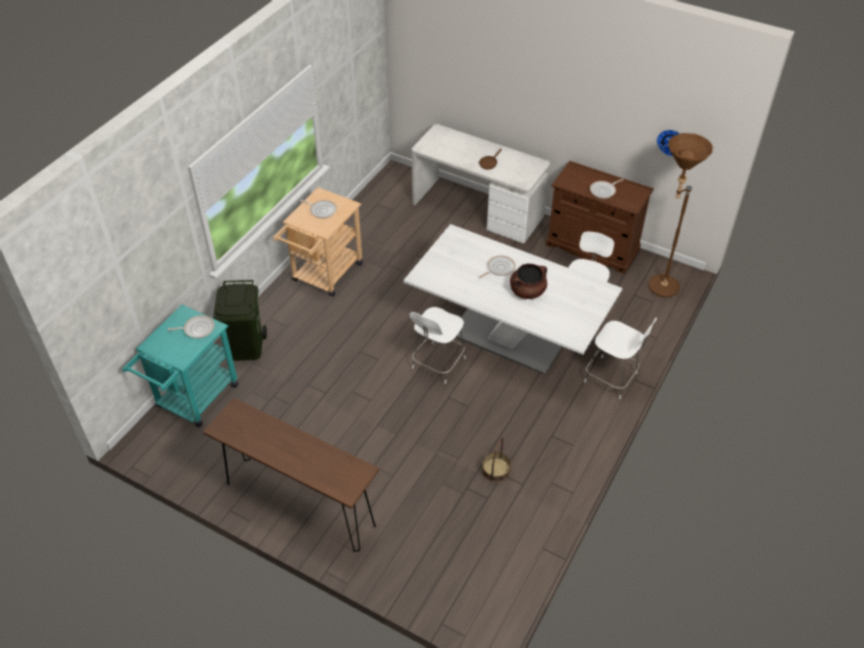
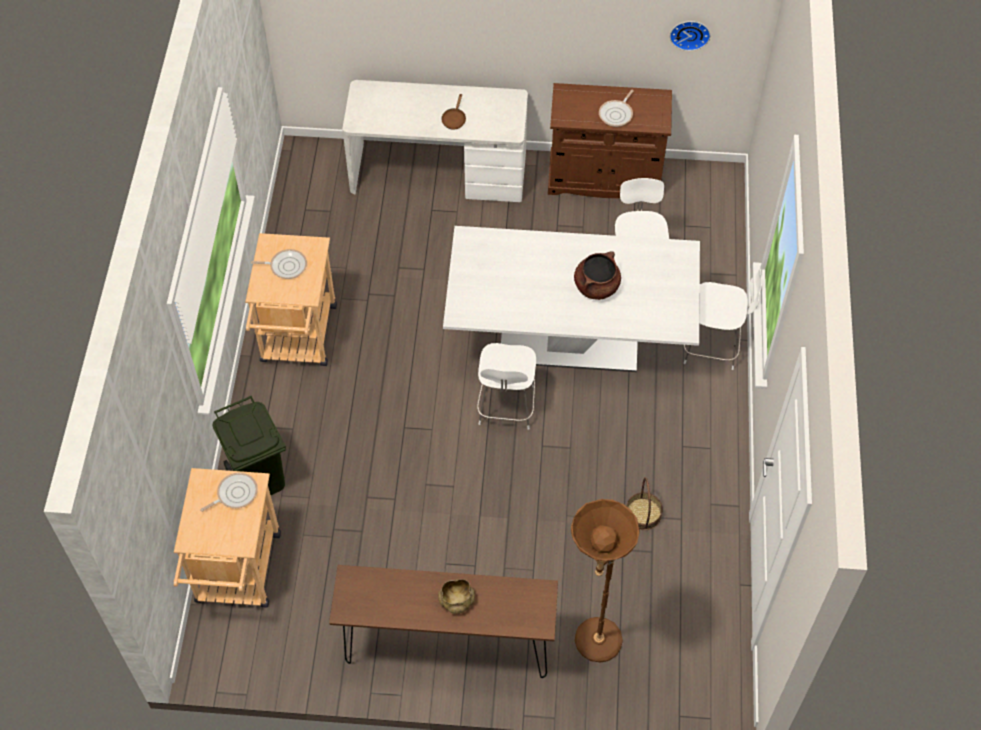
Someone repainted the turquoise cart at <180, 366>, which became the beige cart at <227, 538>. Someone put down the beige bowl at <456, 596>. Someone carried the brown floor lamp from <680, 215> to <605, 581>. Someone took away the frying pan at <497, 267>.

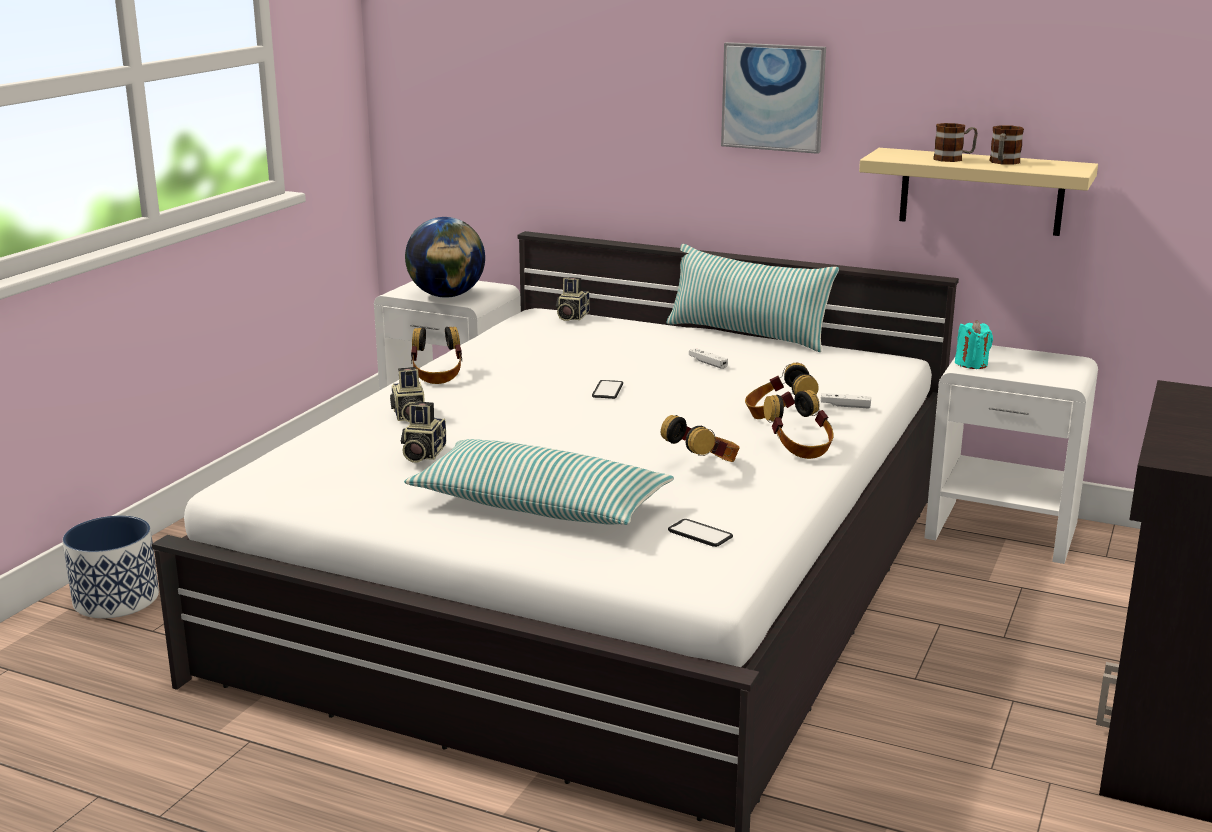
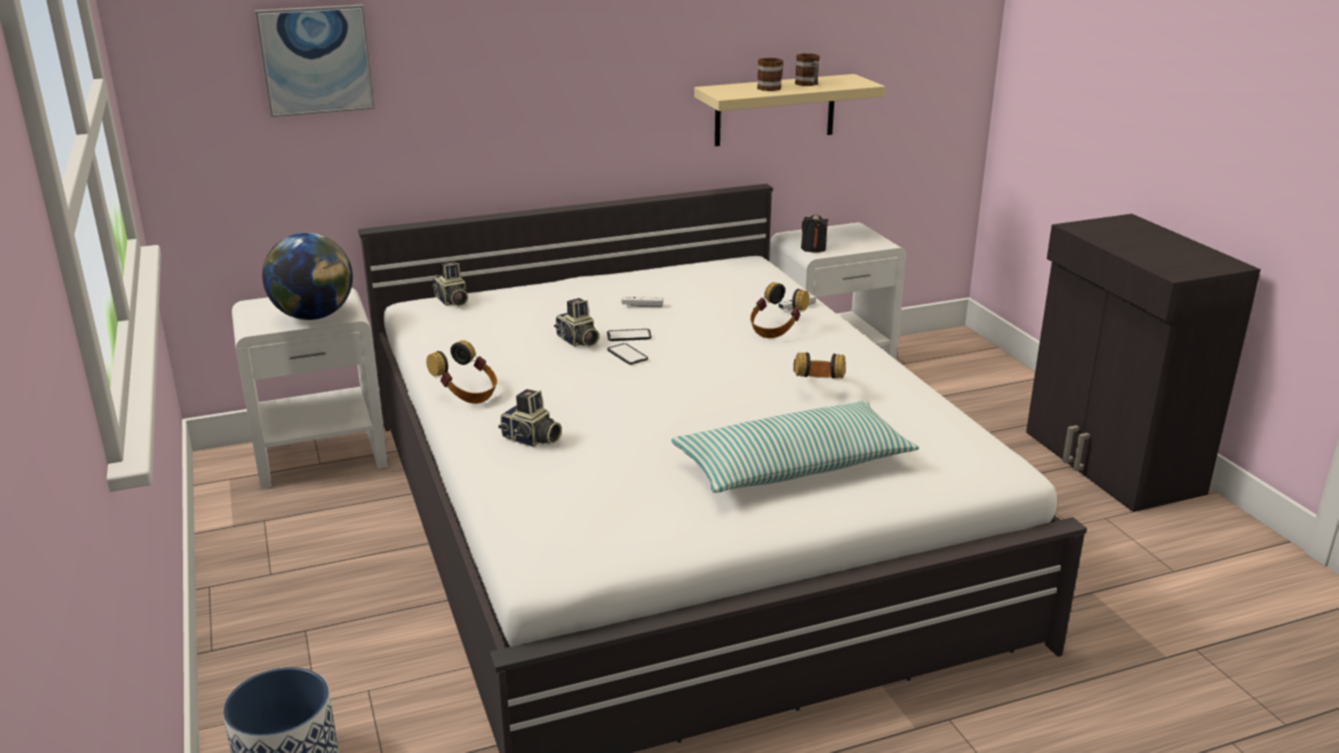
Someone carried the picture from <773, 98> to <315, 61>. Someone carried the photo camera from <423, 432> to <577, 322>. Someone carried the phone from <700, 533> to <629, 335>. Someone repainted the turquoise candle at <974, 344>, which became the black candle at <814, 233>. Someone took away the pillow at <752, 298>. Someone took away the headphones at <798, 424>.

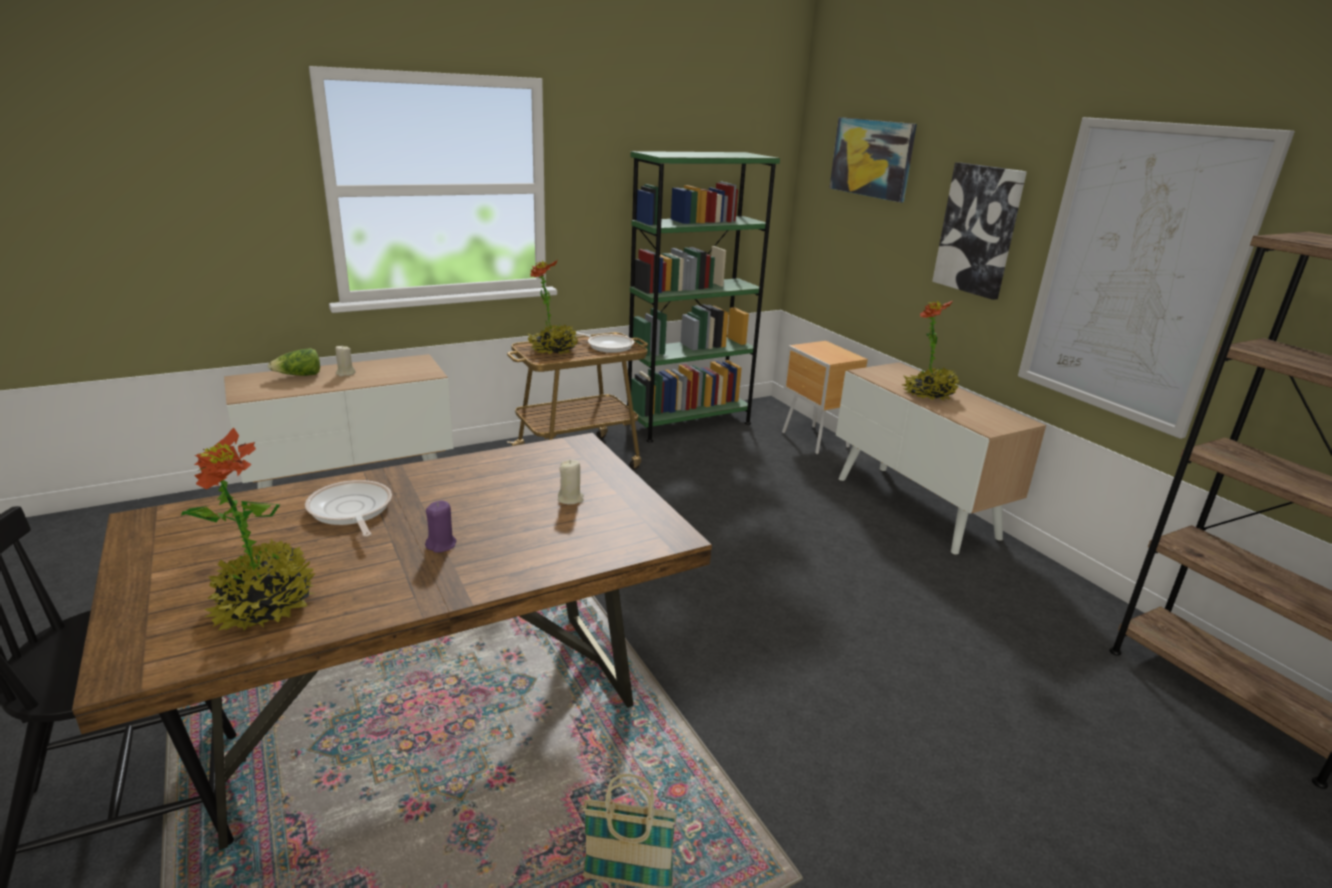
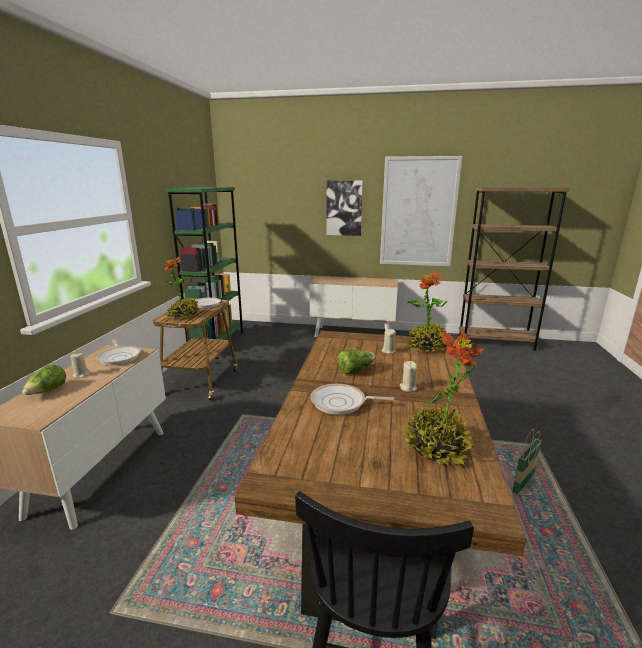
Someone put down the frying pan at <118, 352>. Someone put down the lettuce at <356, 361>. Someone repainted the purple candle at <440, 526>, which became the beige candle at <408, 376>. Someone carried the potted plant from <931, 350> to <426, 311>. Someone took away the brown nightstand at <825, 397>. Someone took away the picture at <873, 159>.

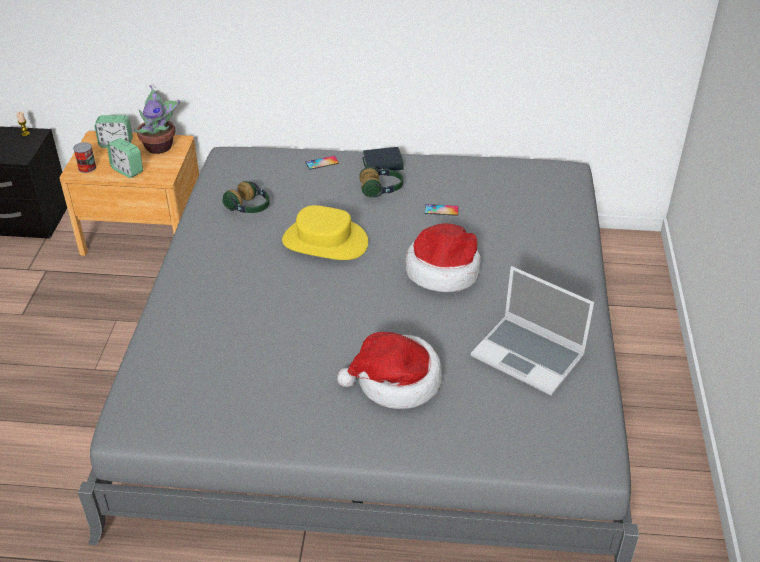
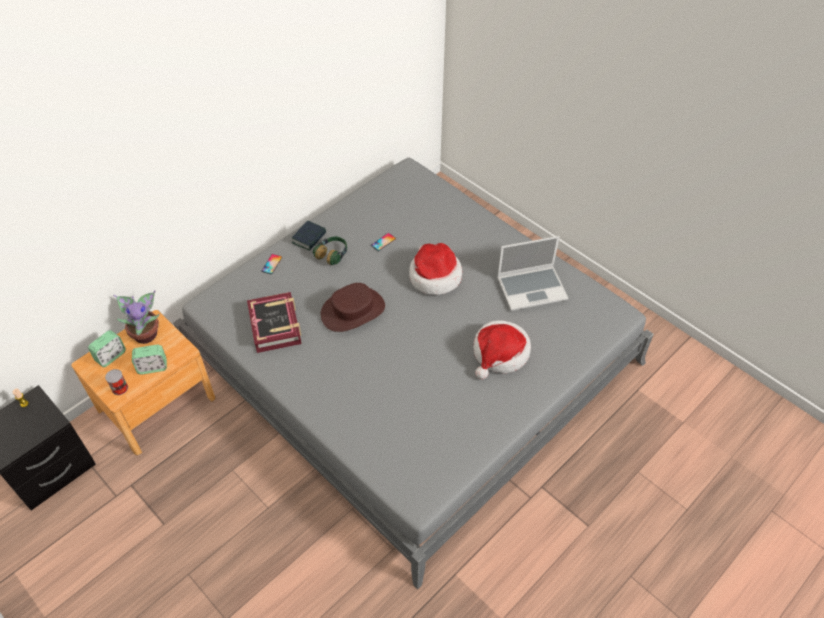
Someone swapped the headphones at <245, 197> for the book at <274, 322>. Someone repainted the yellow hat at <325, 232>, which became the brown hat at <353, 307>.

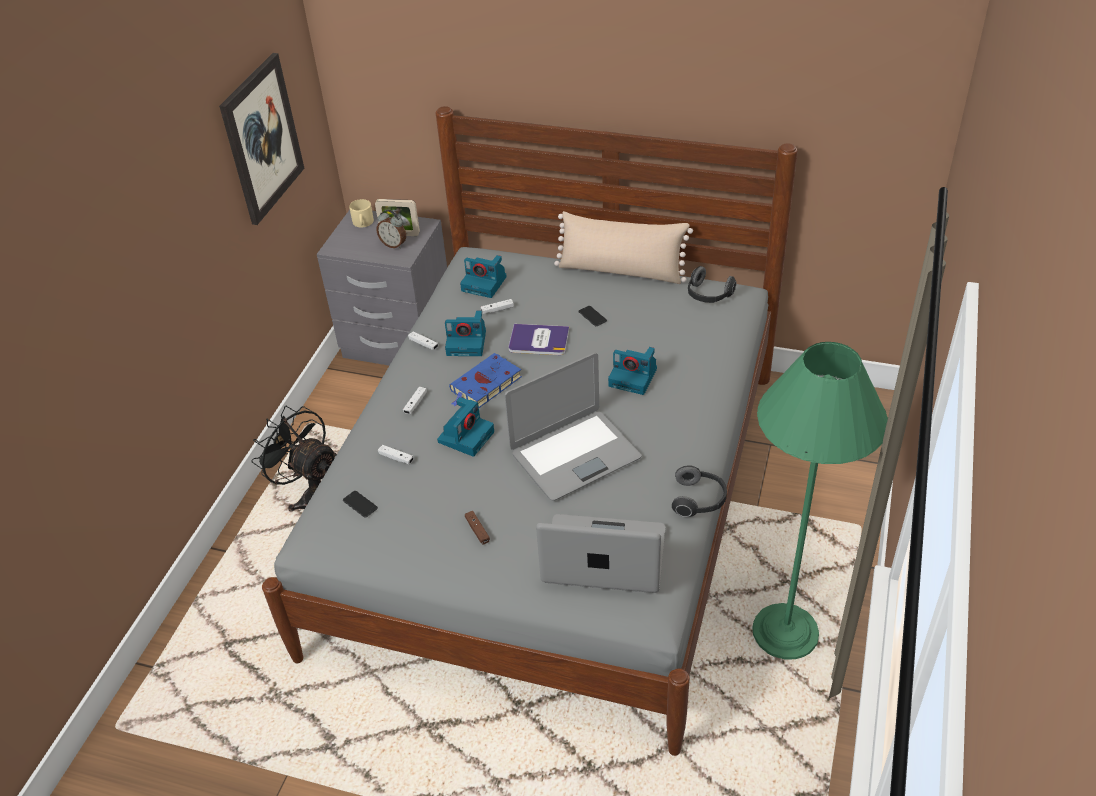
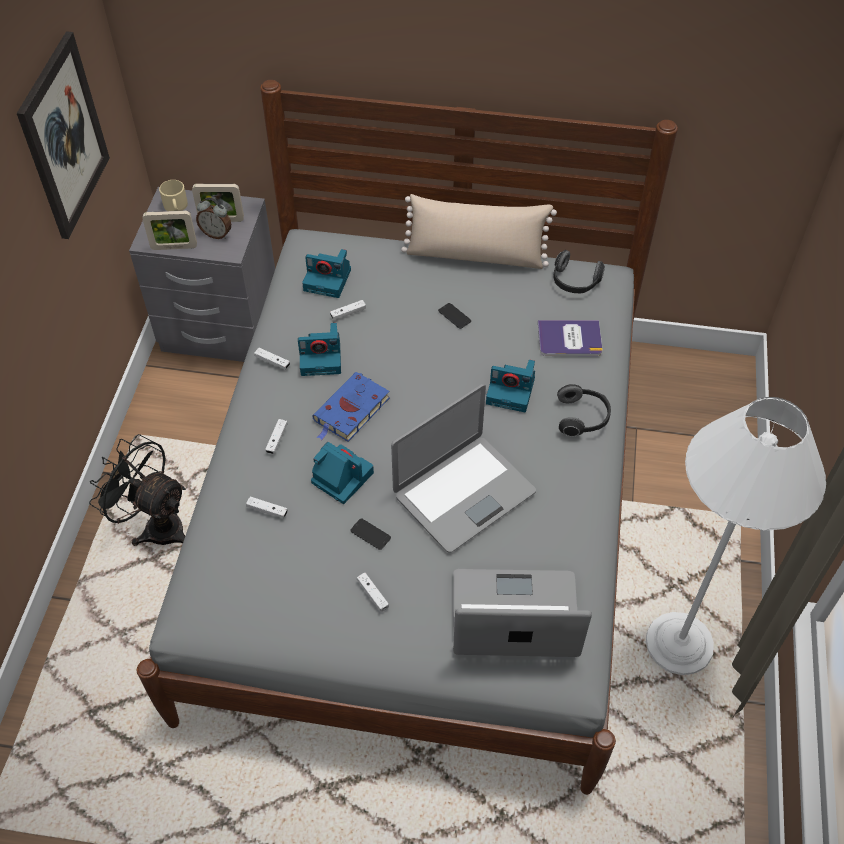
Someone put down the picture frame at <169, 230>. Someone rotated the photo camera at <465, 427> by 75 degrees counterclockwise. Someone carried the phone from <360, 504> to <370, 534>. Someone repainted the brown game controller at <477, 527>, which became the white game controller at <373, 592>. Someone carried the book from <539, 339> to <570, 338>. Someone carried the headphones from <699, 491> to <584, 410>. Someone repainted the green floor lamp at <820, 500>, which became the white floor lamp at <736, 536>.

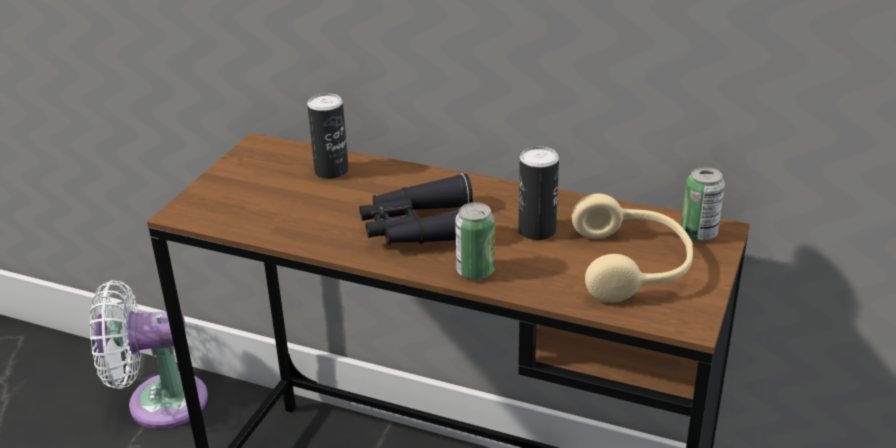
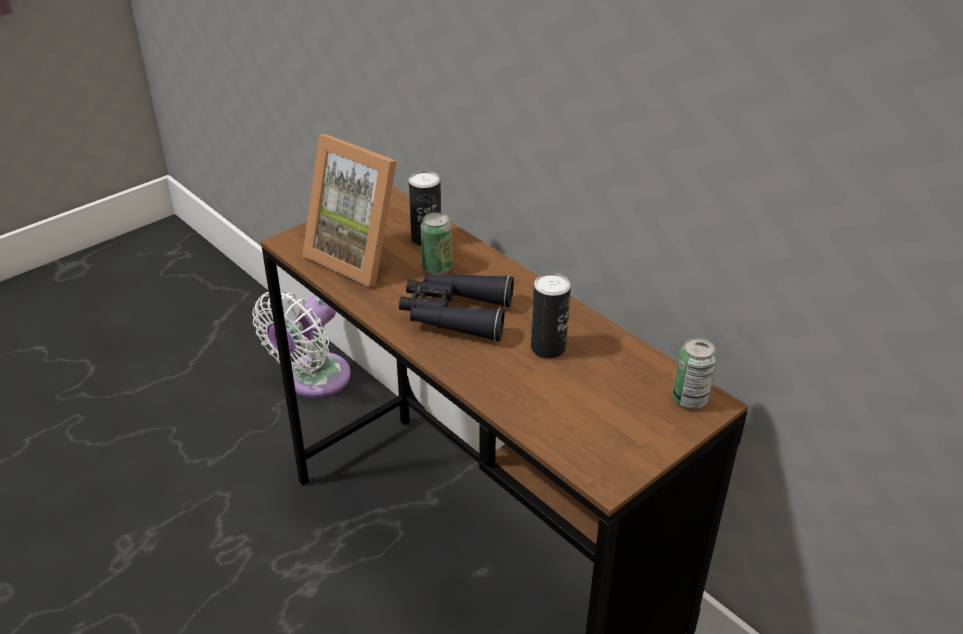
Someone rotated the white fan at <149, 354> by 75 degrees counterclockwise. Someone put down the picture frame at <349, 210>. Someone carried the can from <475, 241> to <436, 243>. Someone took away the beige headphones at <632, 248>.

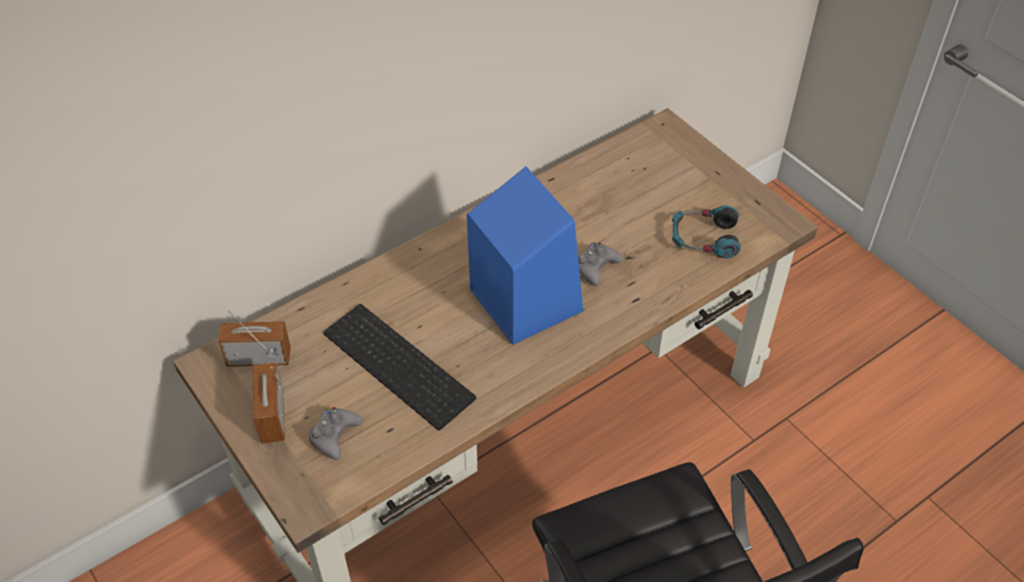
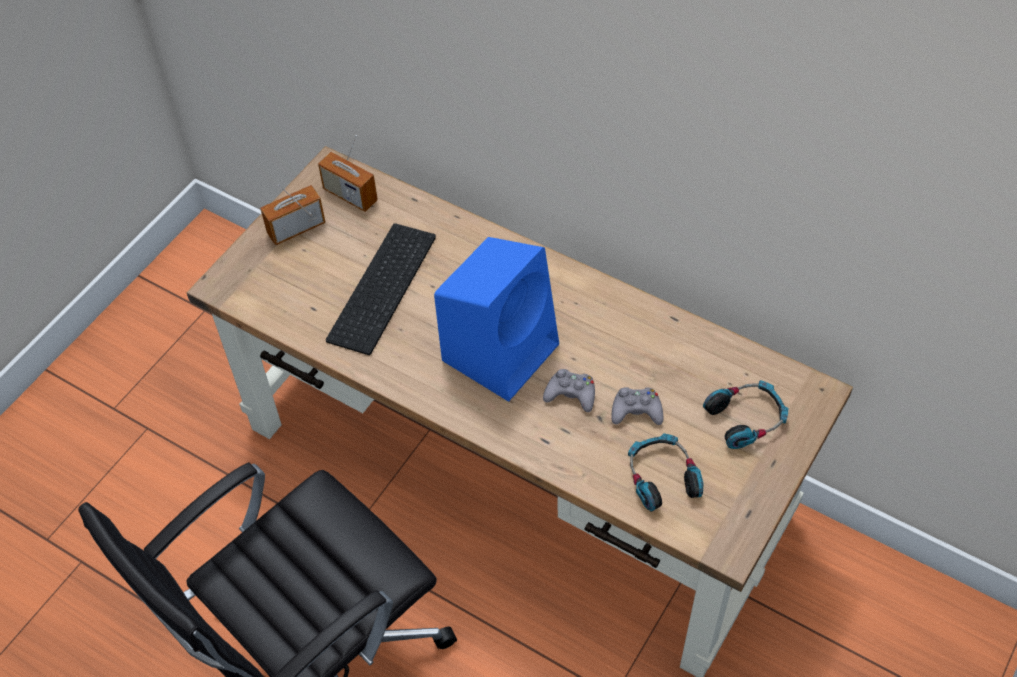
Someone rotated the radio at <254, 338> by 150 degrees clockwise. Someone carried the grey game controller from <335, 433> to <637, 406>. Someone put down the headphones at <745, 414>.

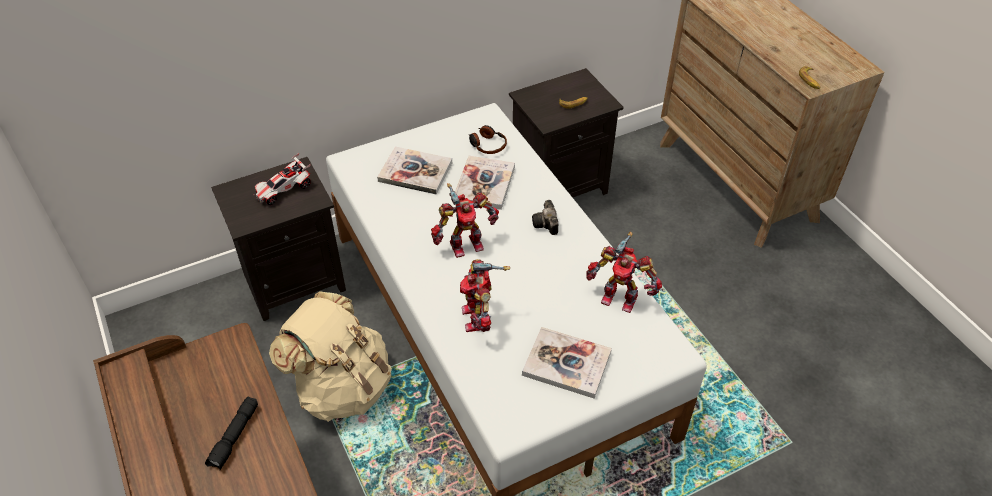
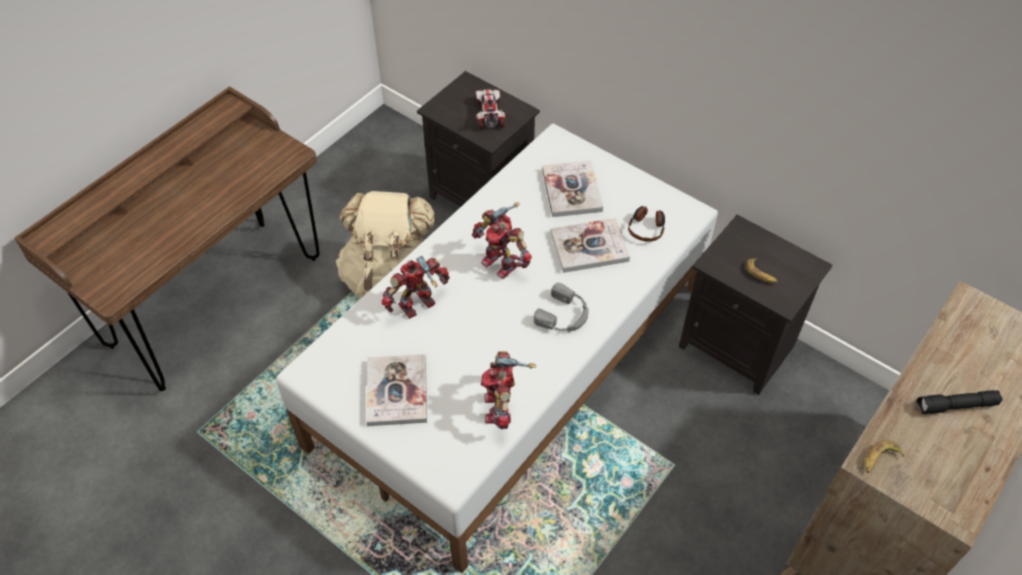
Someone rotated the toy car at <282, 179> by 60 degrees clockwise. Someone swapped the photo camera at <545, 217> for the grey headphones at <561, 307>. Someone carried the black flashlight from <231, 433> to <959, 402>.

